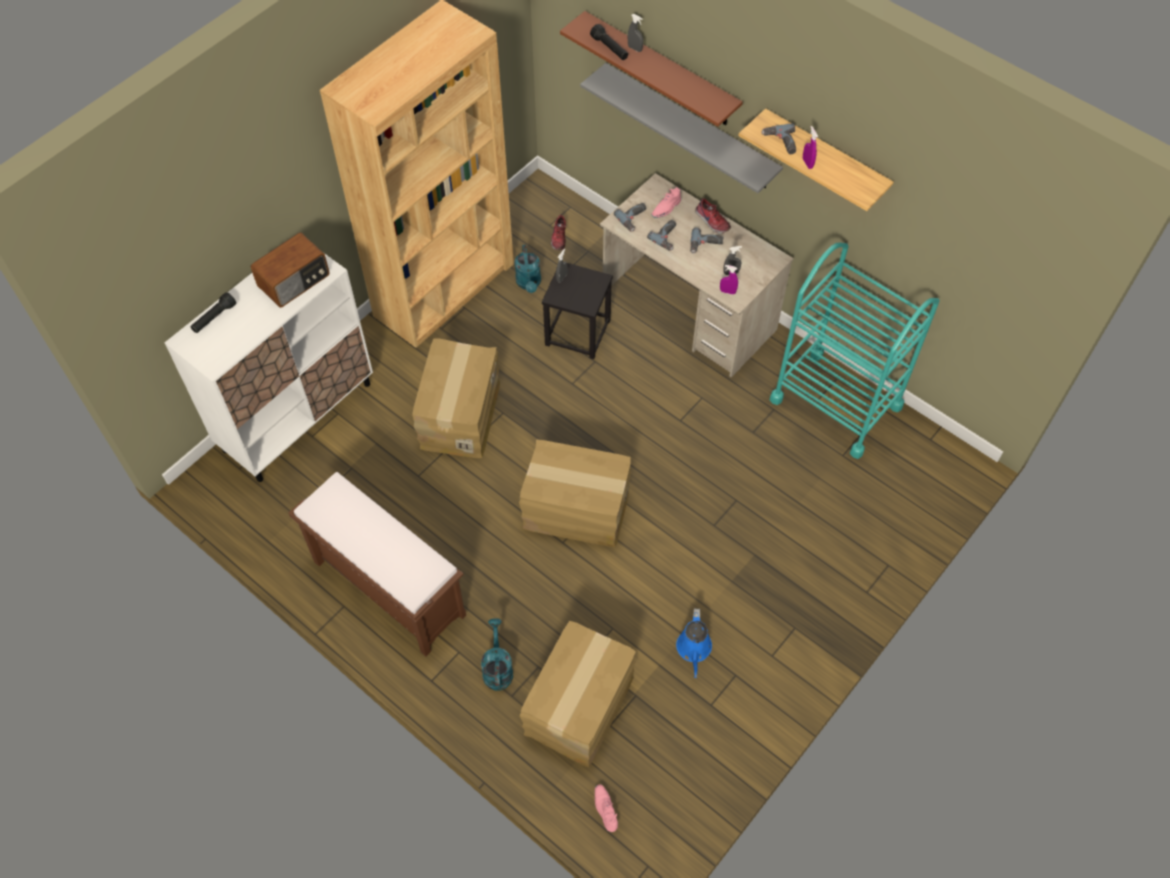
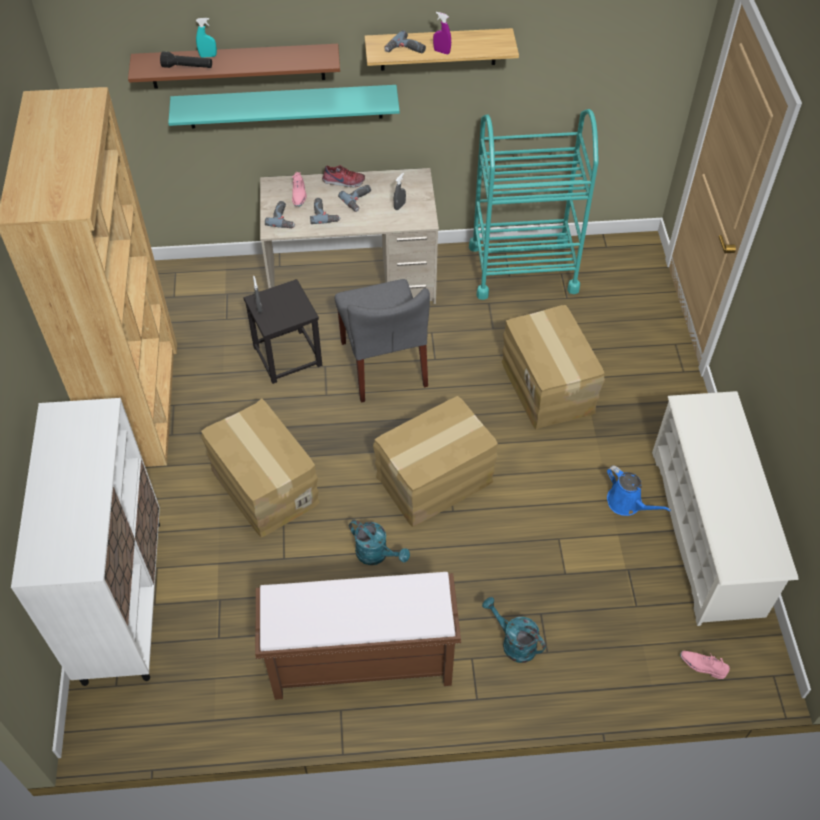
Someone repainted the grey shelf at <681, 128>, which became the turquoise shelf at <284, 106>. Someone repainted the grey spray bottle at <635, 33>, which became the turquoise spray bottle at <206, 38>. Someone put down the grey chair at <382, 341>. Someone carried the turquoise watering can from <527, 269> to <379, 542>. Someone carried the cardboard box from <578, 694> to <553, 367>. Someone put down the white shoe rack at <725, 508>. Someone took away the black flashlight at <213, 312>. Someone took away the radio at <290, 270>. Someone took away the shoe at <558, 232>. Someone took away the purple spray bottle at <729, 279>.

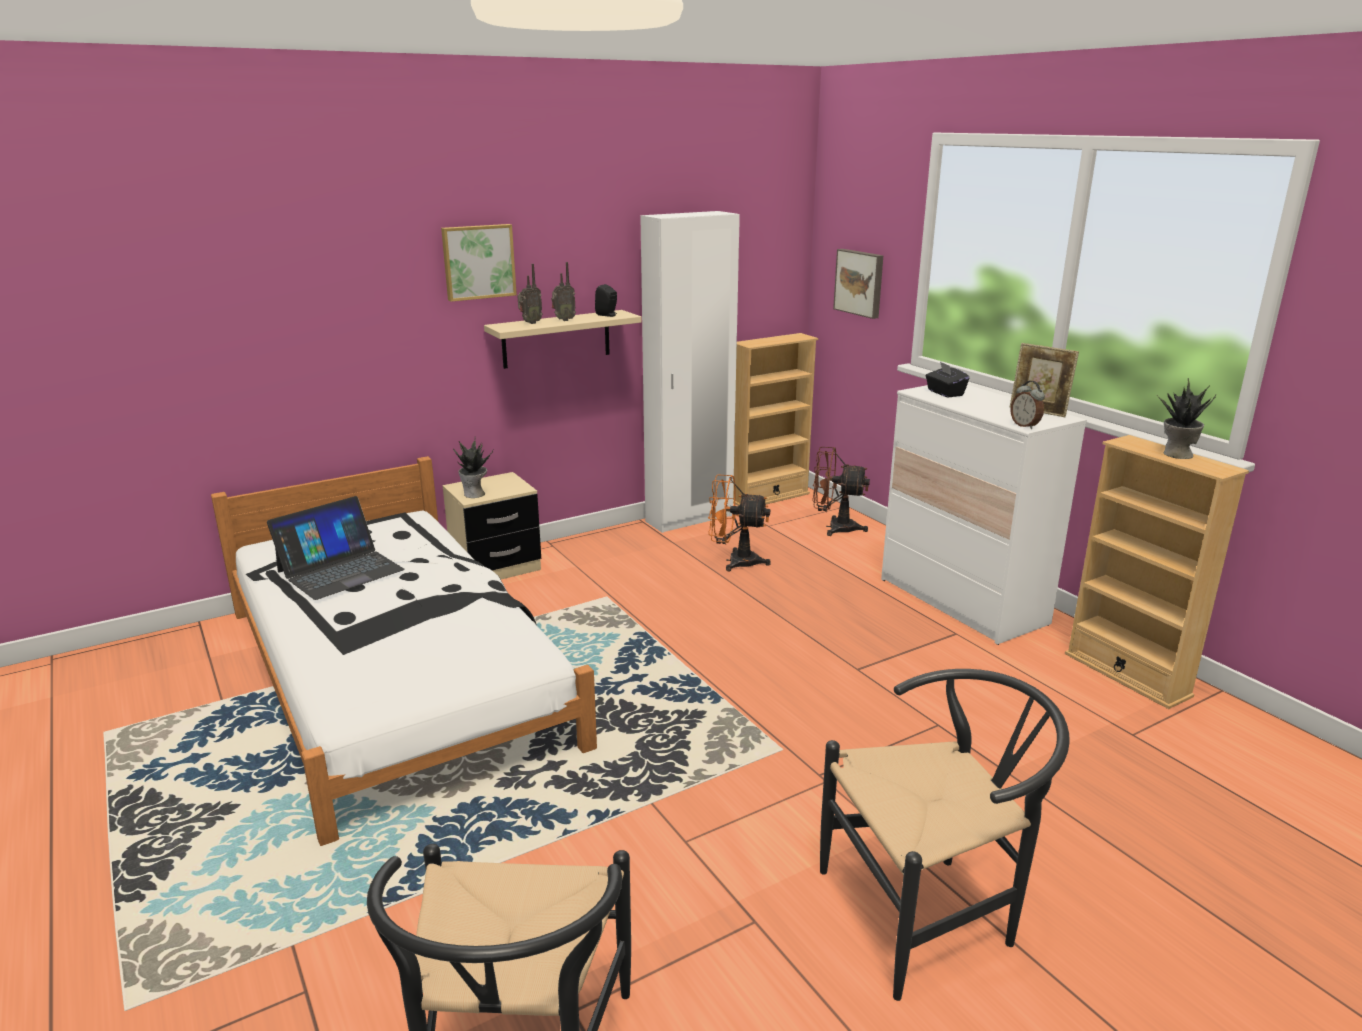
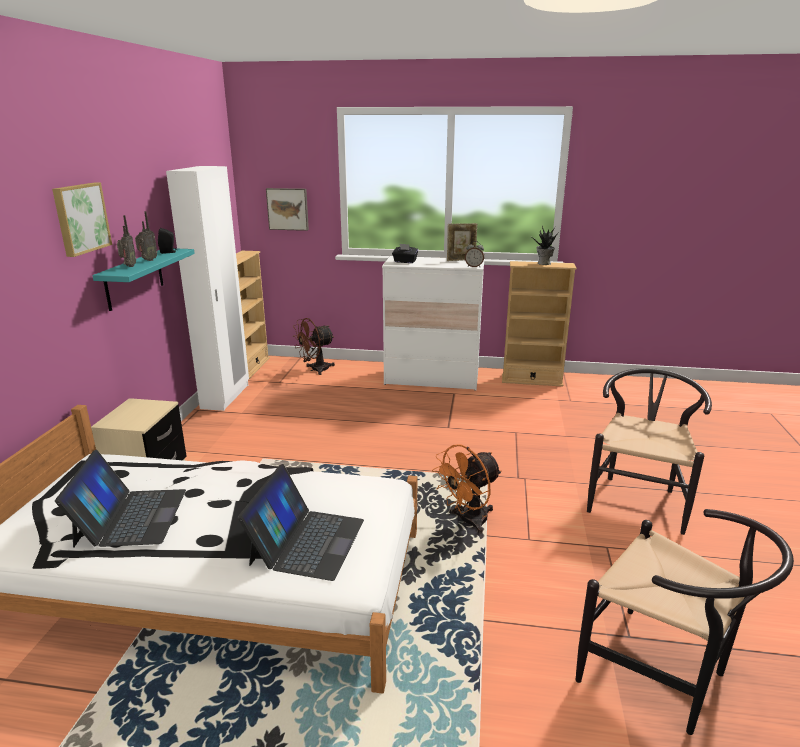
Someone repainted the beige shelf at <562, 339>, which became the turquoise shelf at <143, 279>. Someone put down the laptop at <301, 522>. Someone carried the orange fan from <739, 523> to <467, 489>. Someone took away the potted plant at <473, 467>.

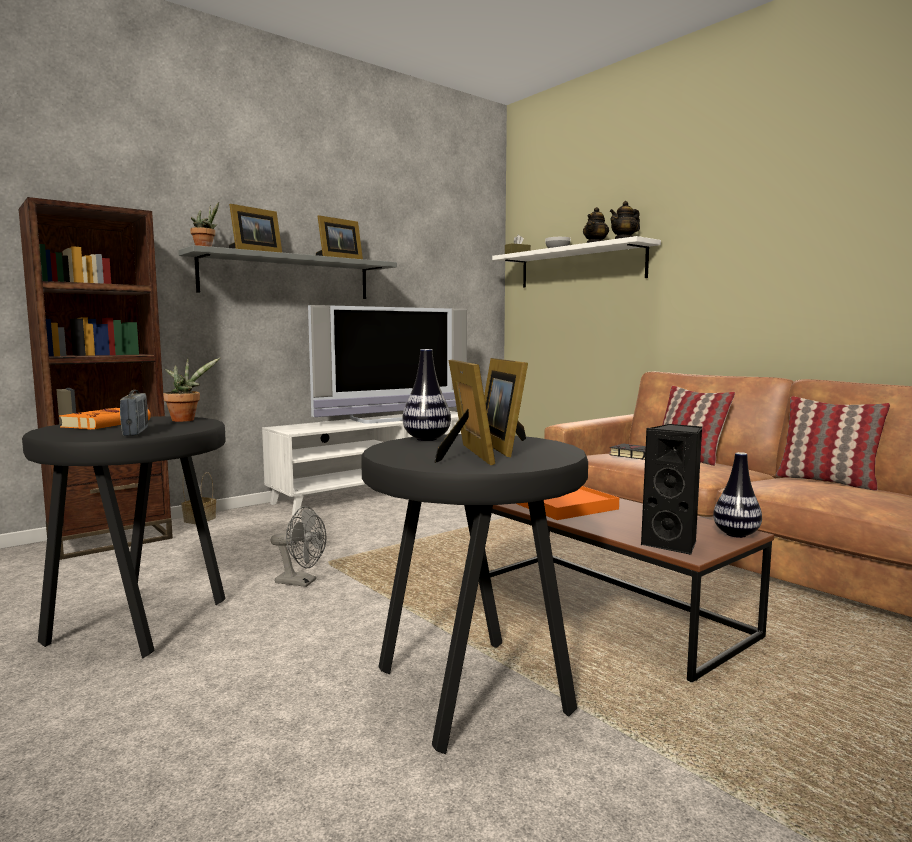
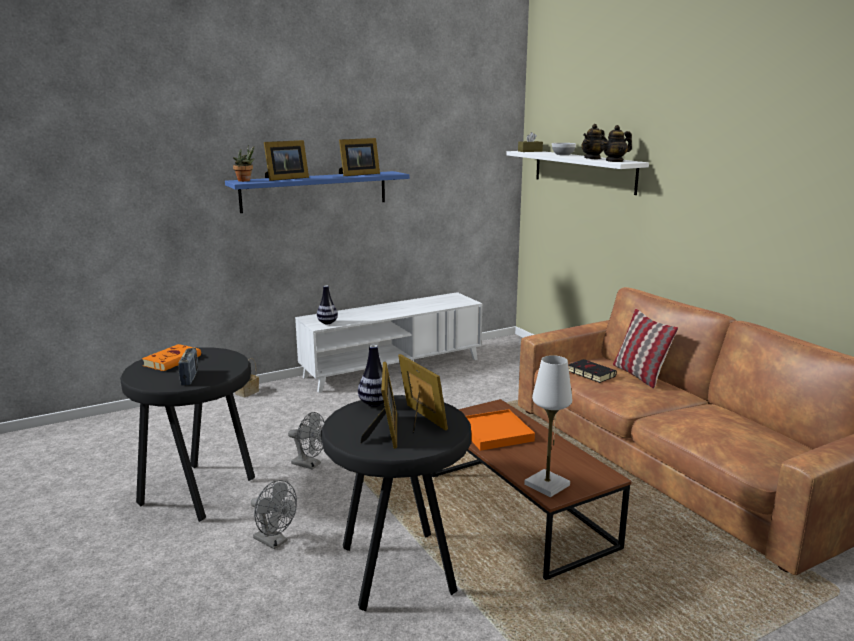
Someone repainted the grey shelf at <287, 272>, which became the blue shelf at <317, 192>. Someone put down the grey fan at <274, 515>. Someone carried the vase from <737, 495> to <327, 304>. Someone rotated the picture frame at <506, 407> by 150 degrees clockwise. Someone swapped the black speaker at <671, 489> for the white table lamp at <548, 426>. Someone took away the brown bookcase at <95, 378>. Someone took away the potted plant at <192, 389>. Someone took away the television at <387, 364>. Someone took away the pillow at <833, 443>.

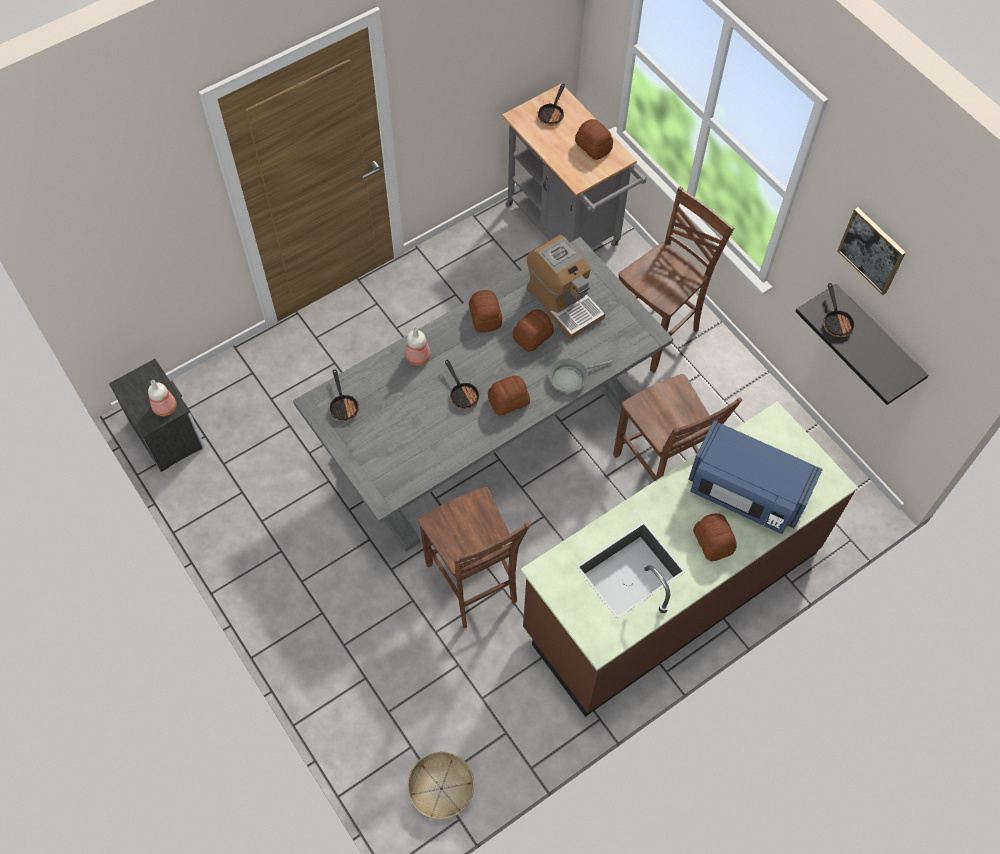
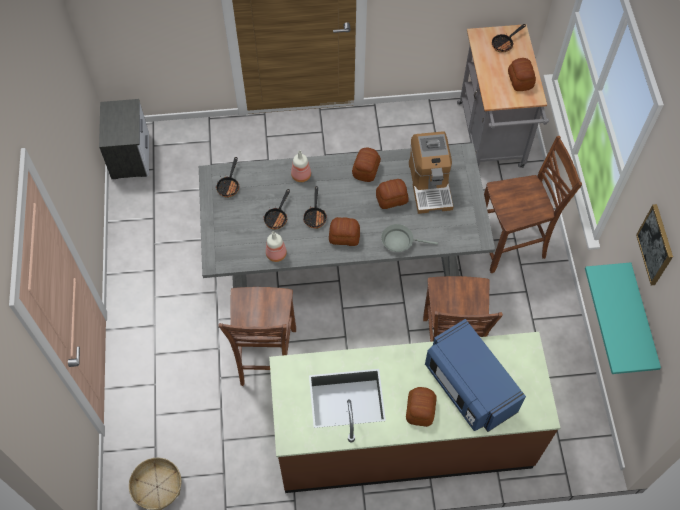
Someone carried the frying pan from <839, 310> to <276, 209>. Someone carried the bottle from <162, 398> to <276, 246>. Someone repainted the black shelf at <862, 344>, which became the turquoise shelf at <623, 318>.

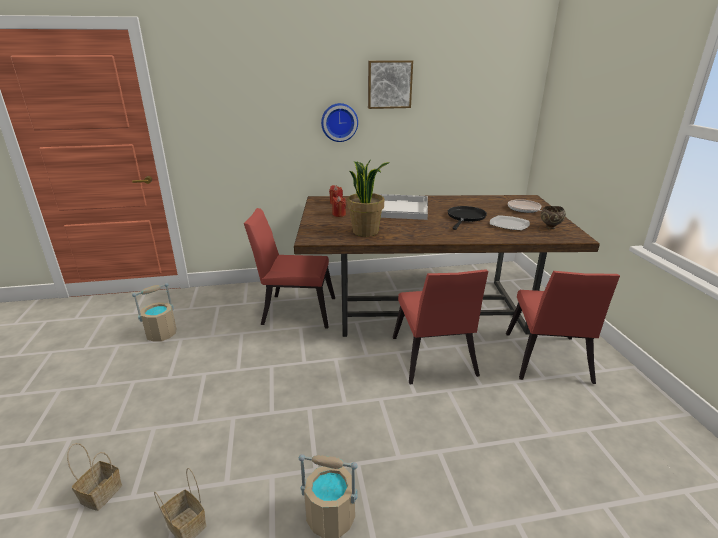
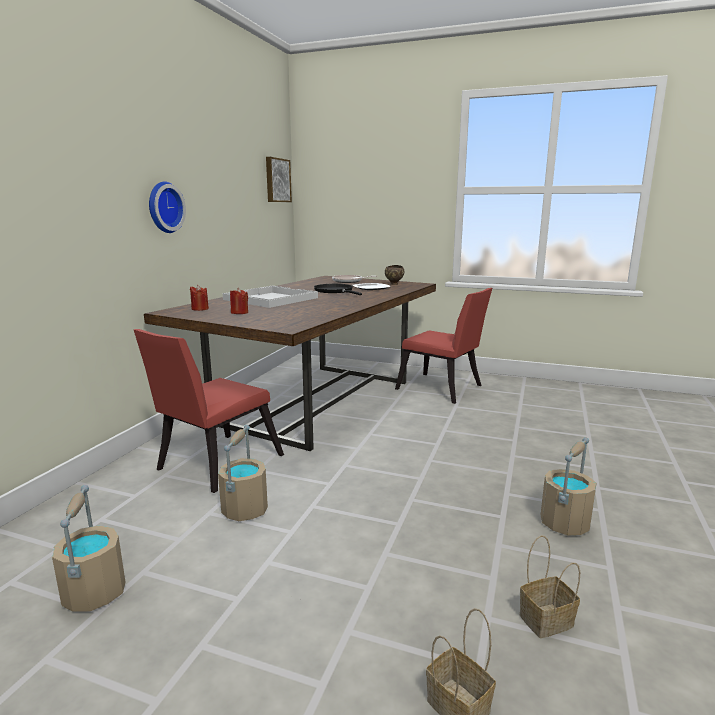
Someone put down the beige bucket at <243, 473>. Someone carried the picture from <390, 84> to <279, 179>. Someone took away the potted plant at <368, 199>. Someone took away the red chair at <440, 326>.

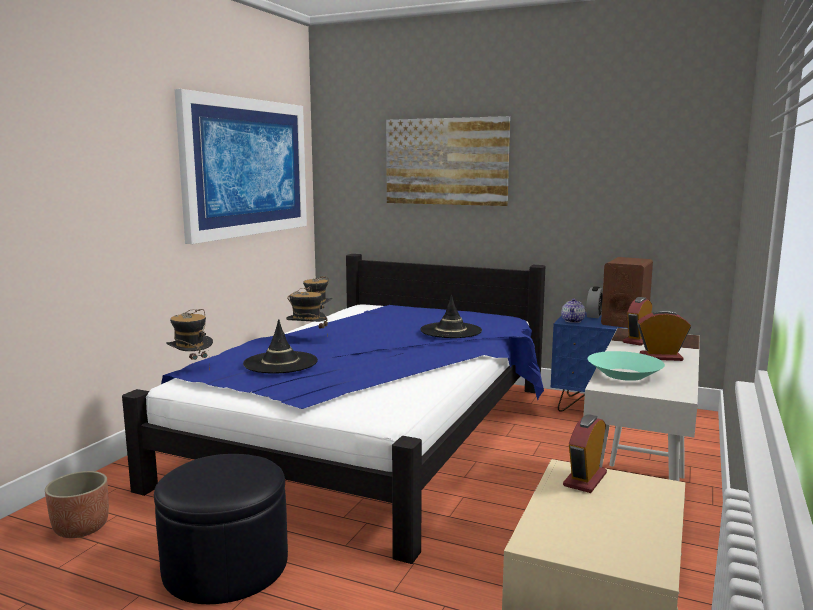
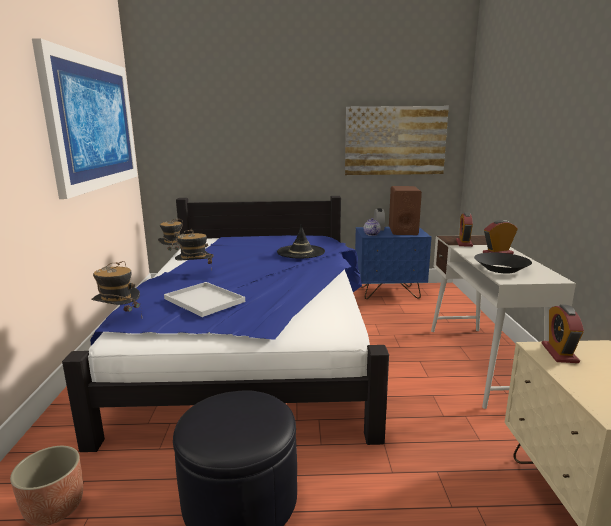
Someone swapped the black hat at <280, 346> for the white tray at <204, 299>. Someone carried the picture from <448, 161> to <397, 140>. Someone repainted the turquoise bowl at <626, 366>, which became the black bowl at <503, 263>.

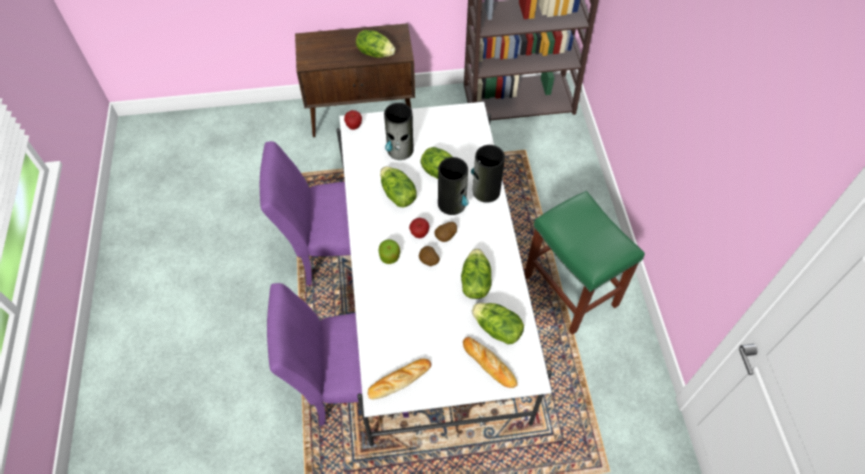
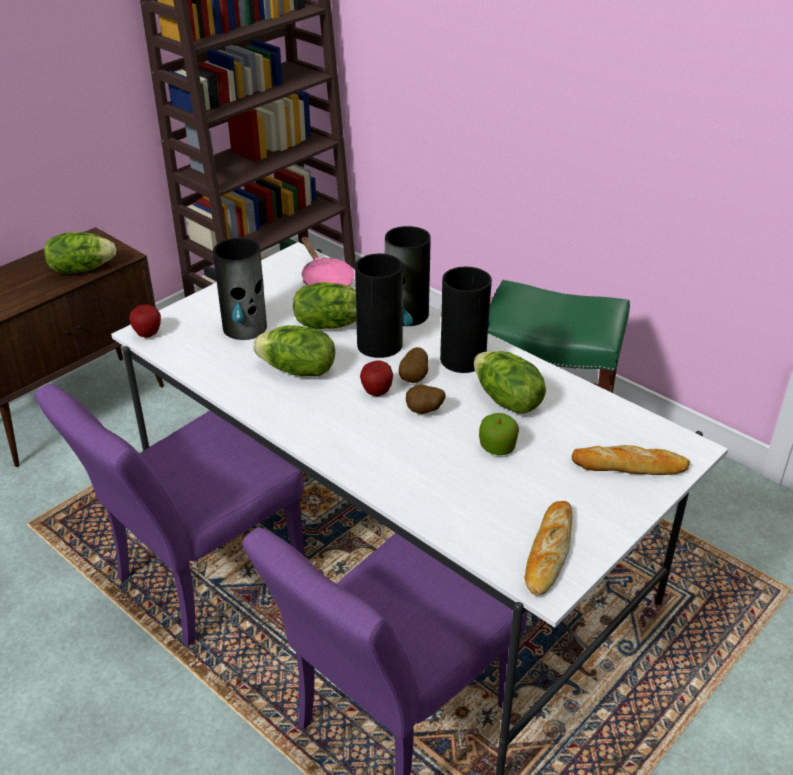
Someone put down the pink frying pan at <328, 261>. Someone put down the vase at <466, 320>. Someone carried the apple from <389, 251> to <499, 434>. Someone took away the lettuce at <498, 323>.

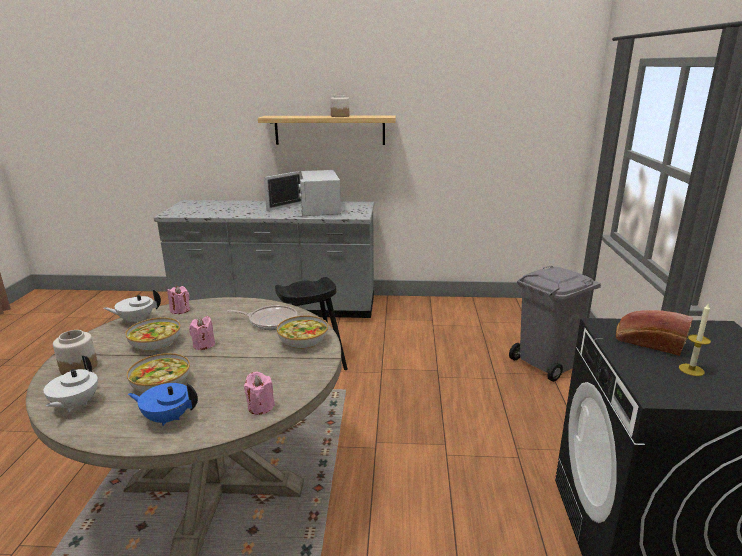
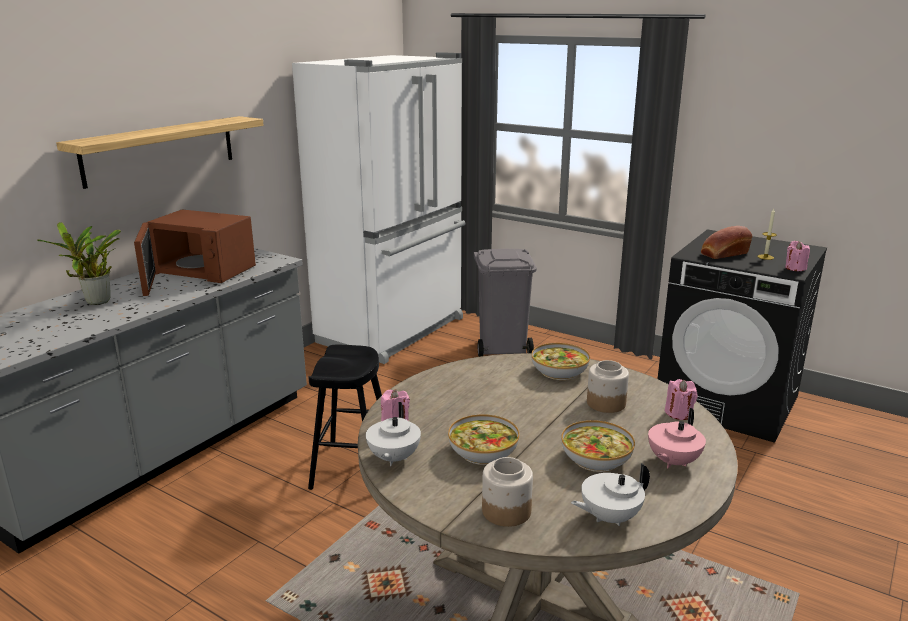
Someone put down the potted plant at <79, 263>. Someone repainted the white microwave at <302, 193>, which became the brown microwave at <195, 253>. Someone put down the white fridge at <378, 208>. Someone rotated the white teapot at <70, 384> by 120 degrees clockwise. Someone carried the jar from <339, 106> to <608, 386>. Someone repainted the blue teapot at <163, 404>, which became the pink teapot at <677, 438>. Someone carried the pink candle from <202, 333> to <797, 256>. Someone took away the frying pan at <262, 317>.

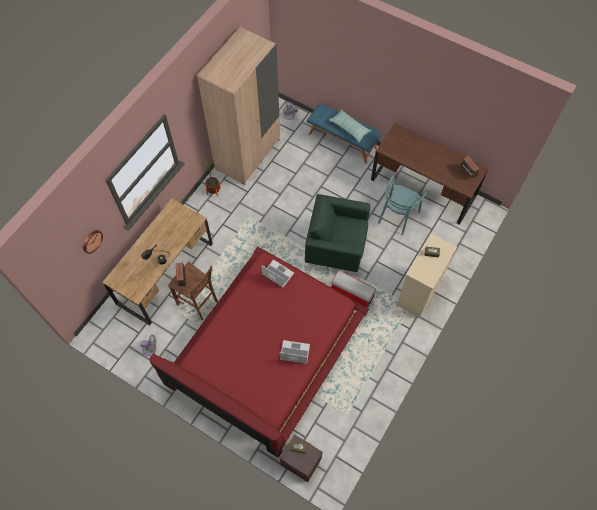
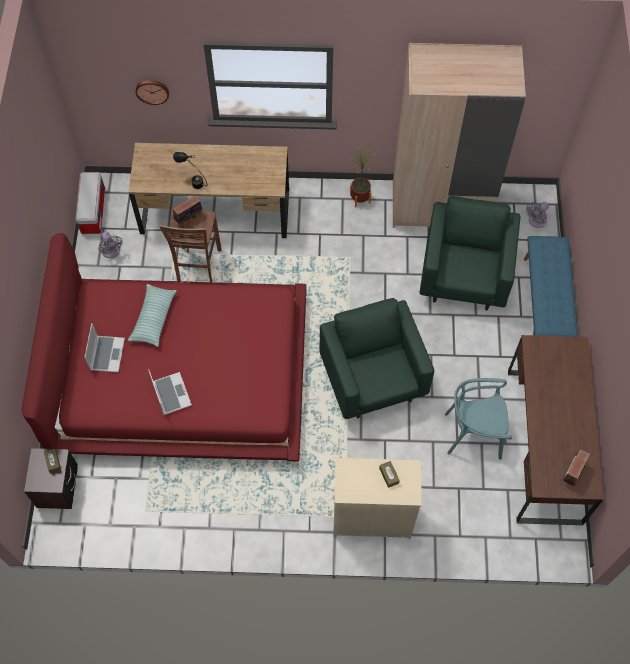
Someone carried the storage box from <353, 289> to <90, 203>. Someone carried the laptop from <277, 273> to <104, 347>. Someone carried the pillow from <350, 125> to <152, 315>. Someone put down the green armchair at <470, 253>.

